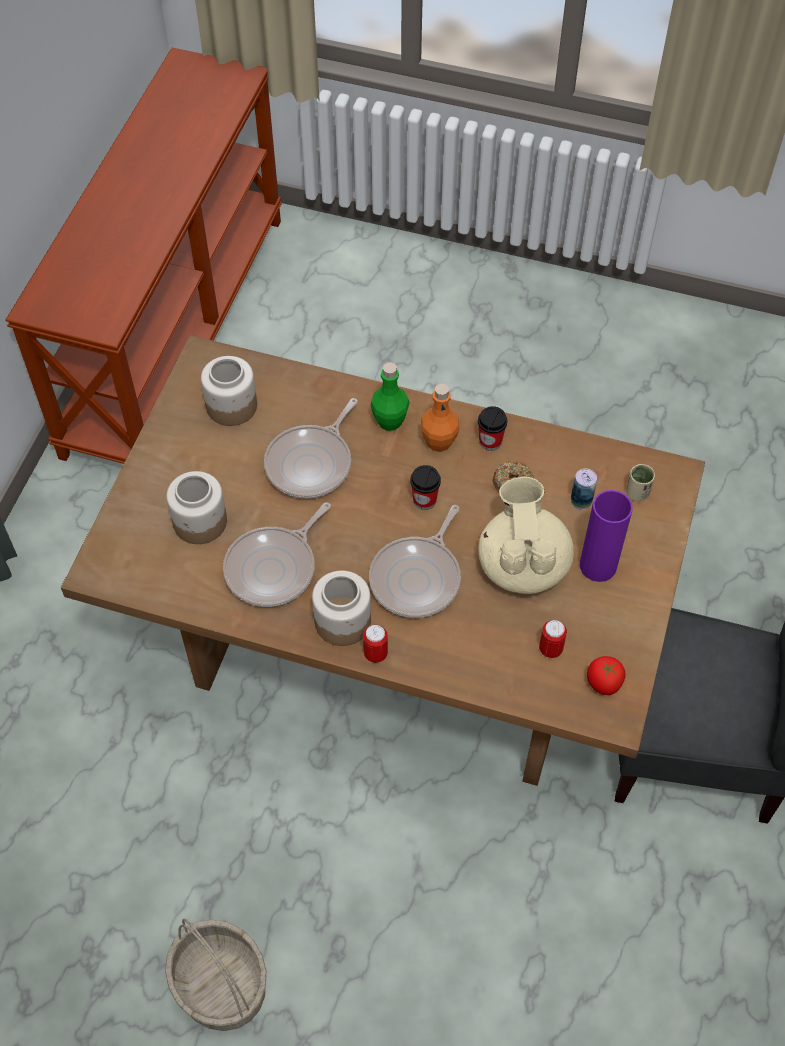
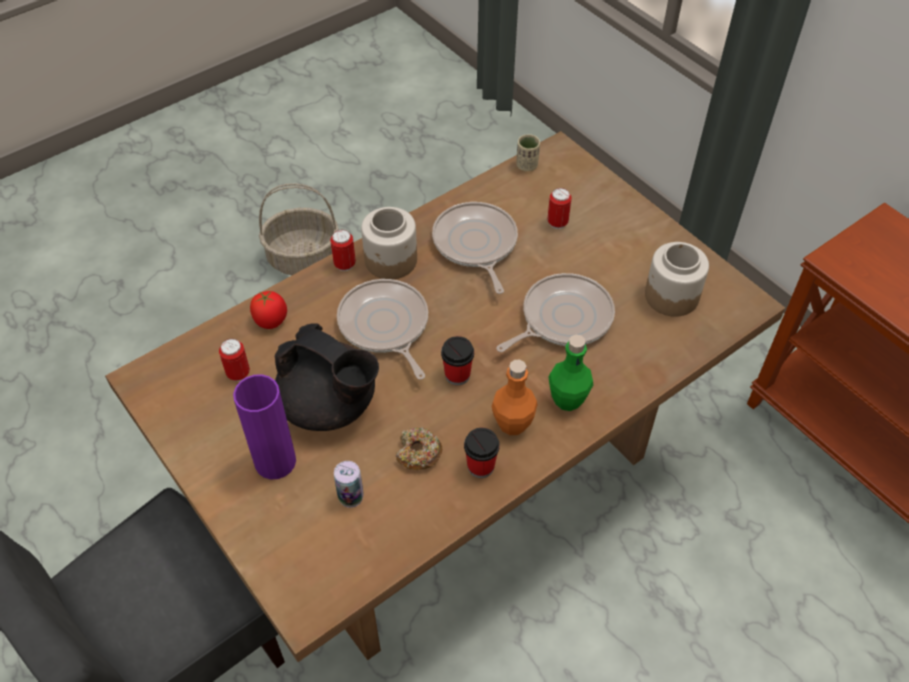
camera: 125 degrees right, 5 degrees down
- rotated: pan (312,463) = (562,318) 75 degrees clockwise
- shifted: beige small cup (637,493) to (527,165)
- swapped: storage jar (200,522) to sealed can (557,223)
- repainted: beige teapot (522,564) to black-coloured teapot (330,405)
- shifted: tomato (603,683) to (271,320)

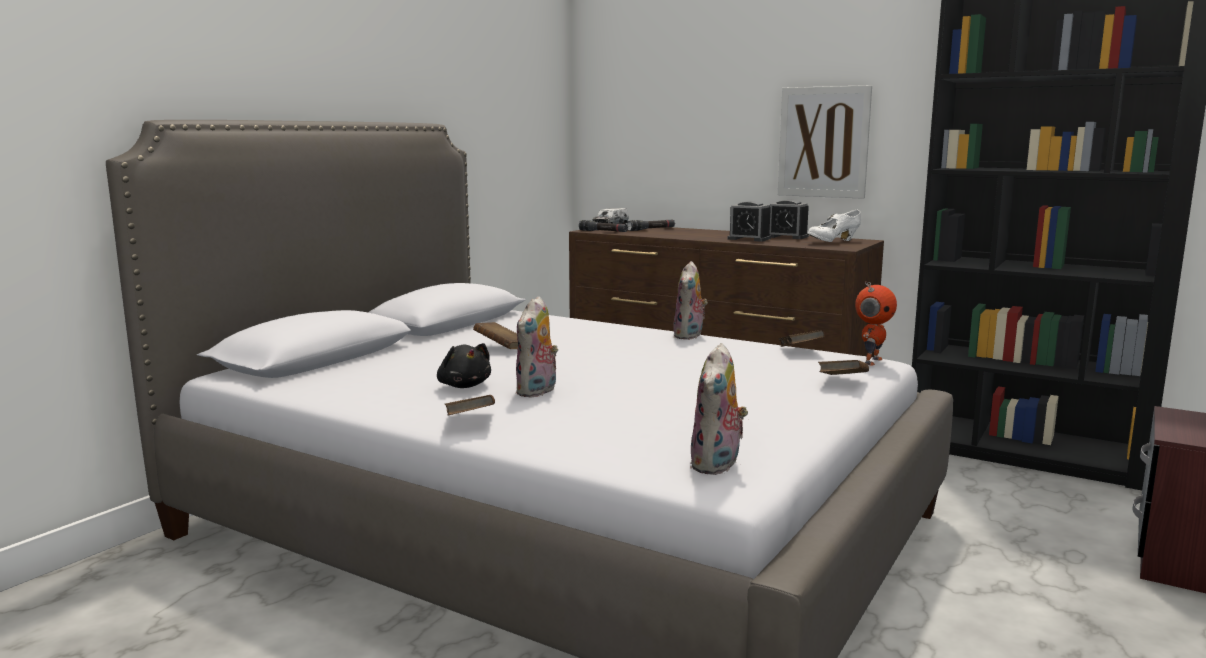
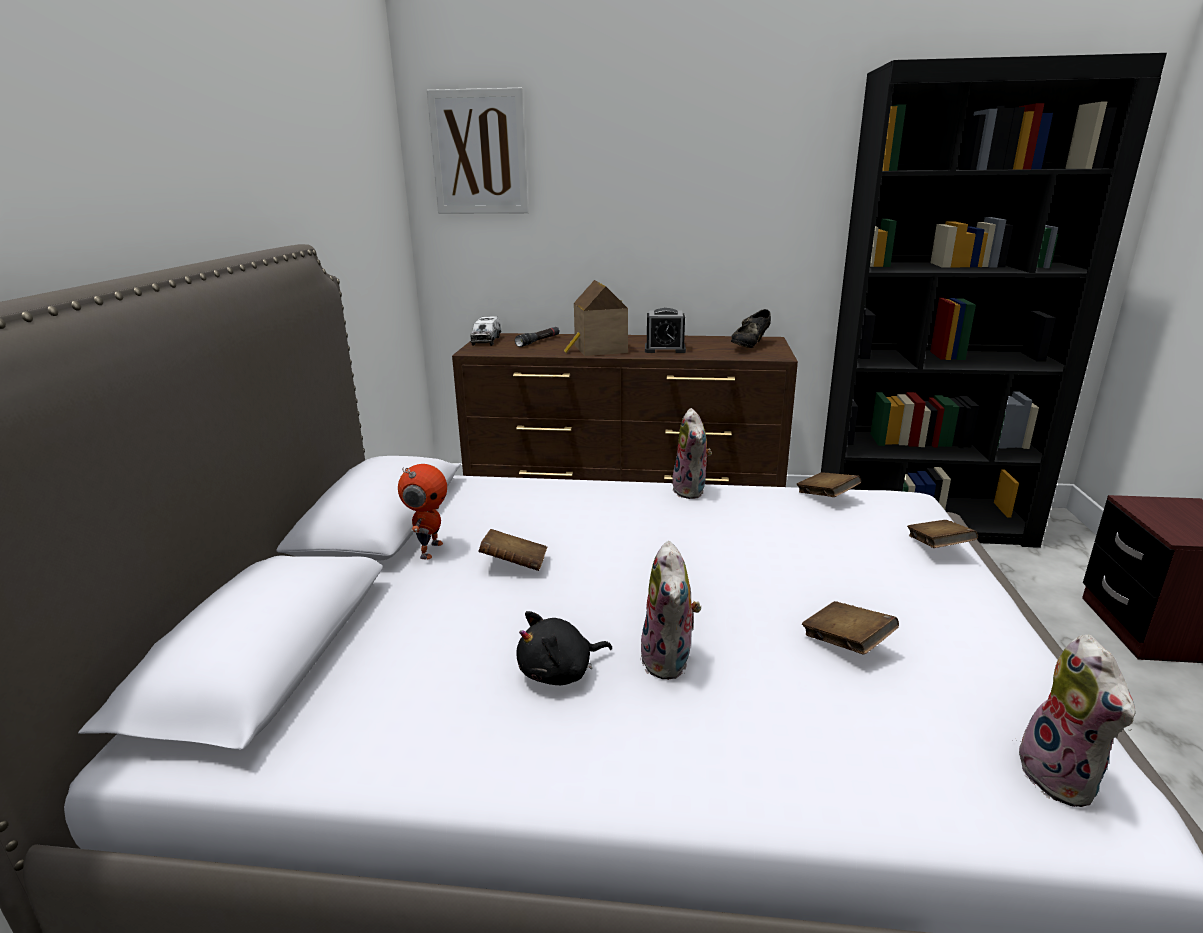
camera: 25 degrees left, 10 degrees up
- shifted: wall art (823,142) to (479,153)
- gone: alarm clock (787,236)
- repainted: white shoe (833,242) to black-coloured shoe (749,346)
- gone: black-coloured torch (603,231)
- shifted: toy robot (871,361) to (429,550)
- rotated: black-coloured soft toy (464,386) = (560,672) 120 degrees clockwise
- shifted: brown-coloured bound book (471,421) to (846,643)
- new: toy house (598,350)

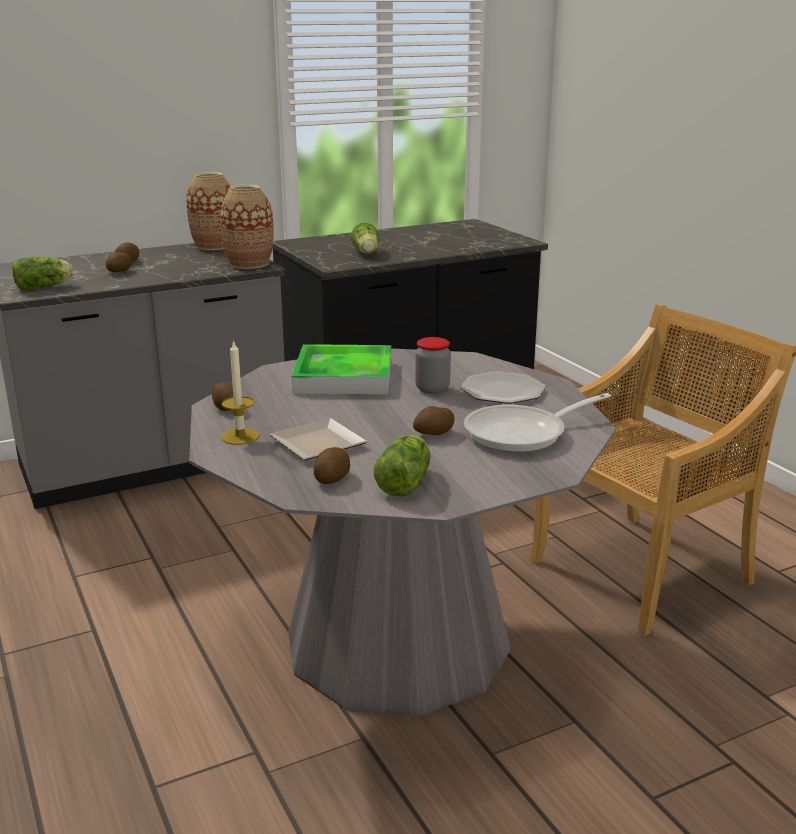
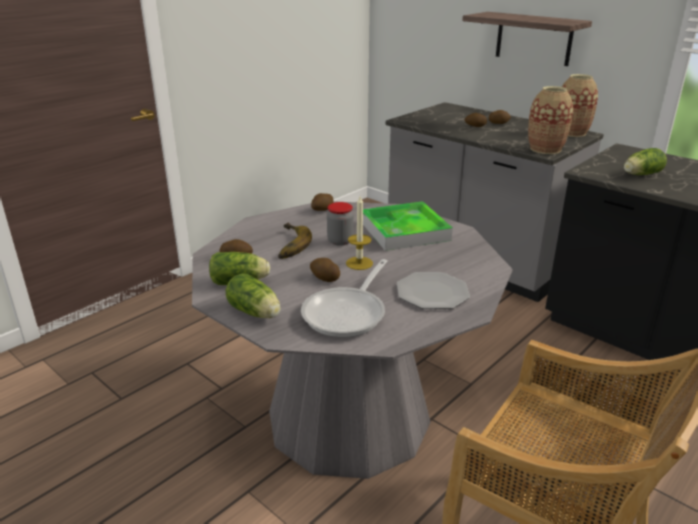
camera: 70 degrees right, 5 degrees up
- shifted: lettuce head (45,287) to (256,313)
- shifted: storage jar (432,389) to (340,241)
- shifted: wax light (240,436) to (359,263)
- rotated: pan (523,433) = (348,313) 105 degrees counterclockwise
- swapped: plate (319,442) to banana fruit (287,245)
- new: shelf (533,38)

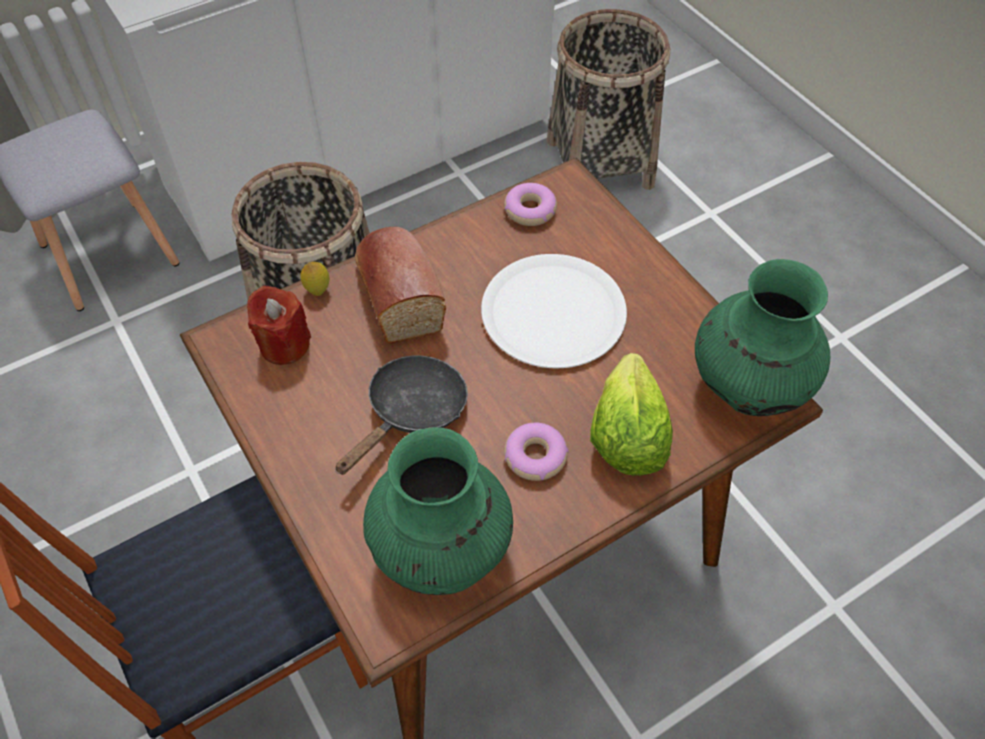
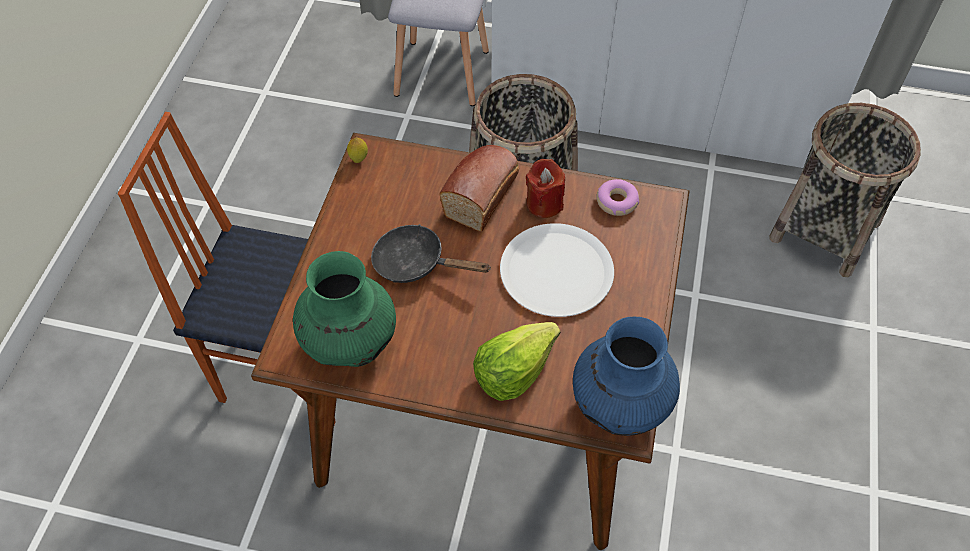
camera: 45 degrees right, 0 degrees up
- repainted: green-coloured vase (747,385) to blue-coloured vase (619,405)
- shifted: lemon (318,290) to (358,159)
- shifted: red-coloured wax light (284,345) to (544,204)
- rotated: black-coloured pan (412,412) = (416,263) 150 degrees counterclockwise
- gone: doughnut (535,456)

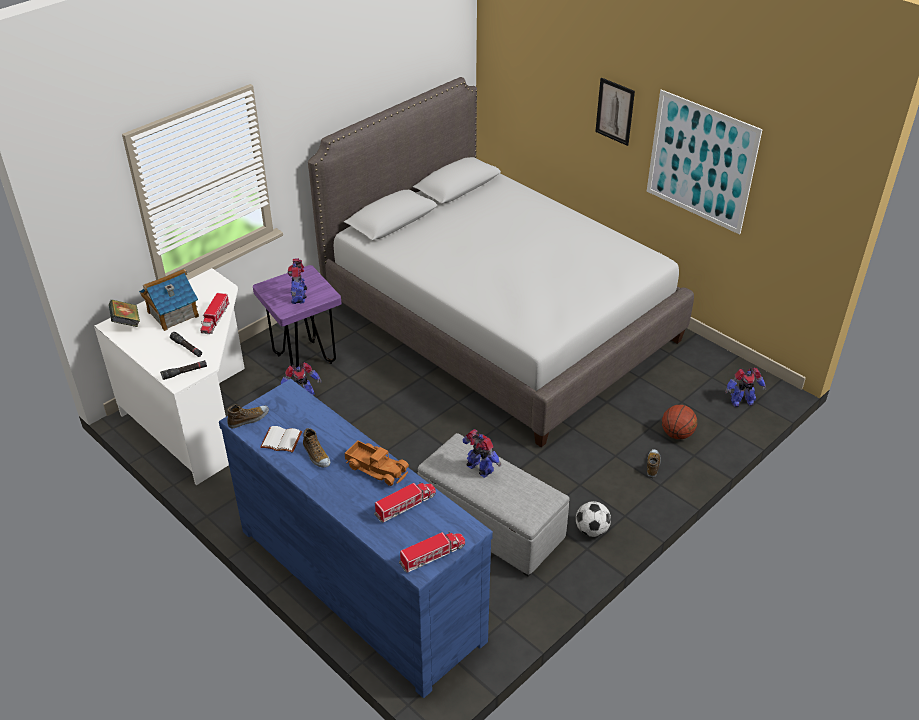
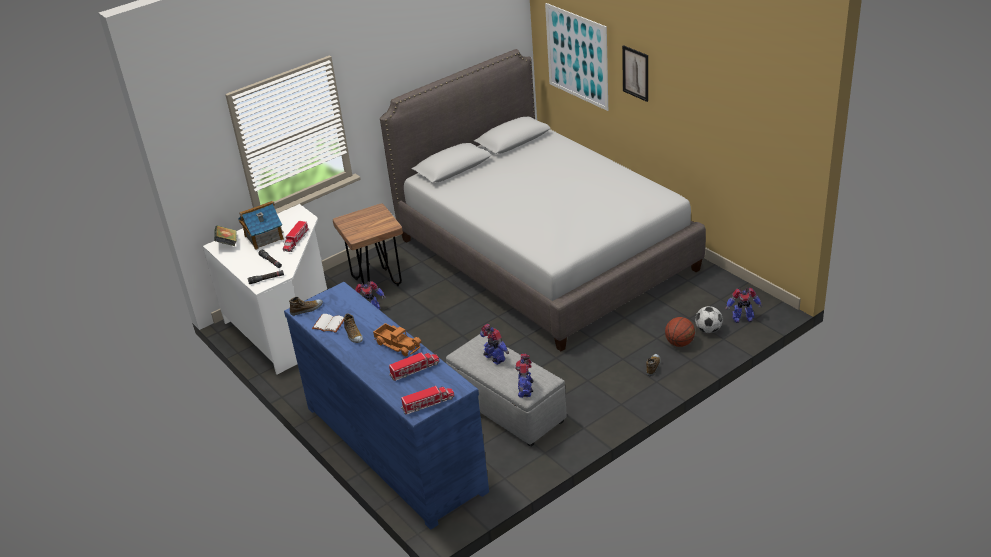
camera: 10 degrees right, 5 degrees down
- shifted: wall art (701,162) to (577,56)
- shifted: toy robot (299,297) to (525,390)
- repainted: purple-coloured sitting stool (305,359) to brown-coloured sitting stool (377,282)
- shifted: football (591,530) to (708,330)

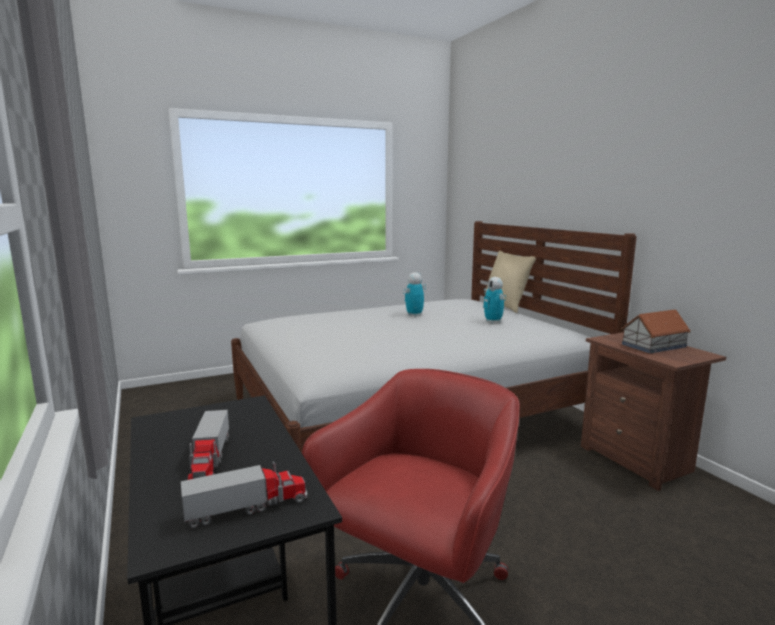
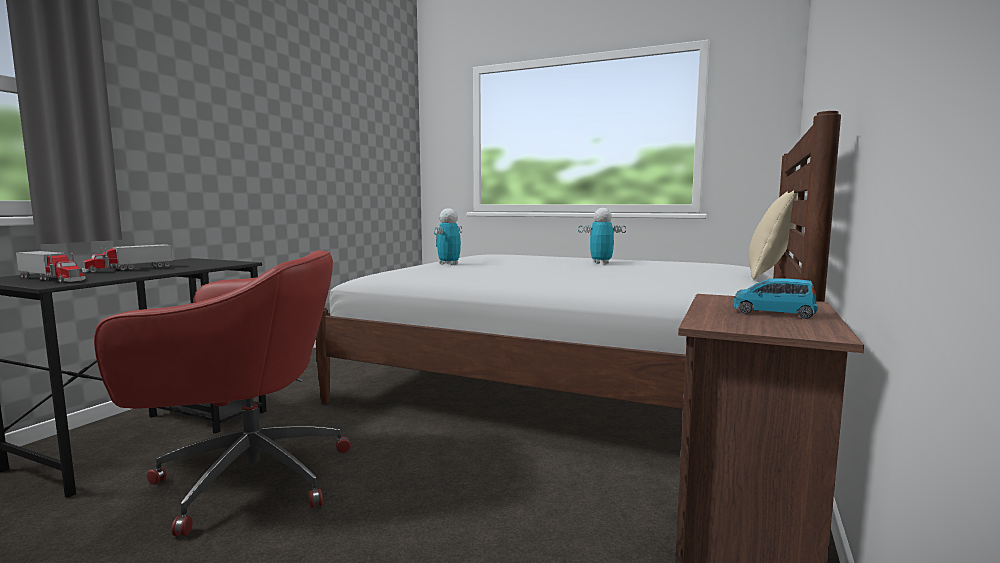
camera: 50 degrees right, 5 degrees down
- shifted: toy robot (493,322) to (449,264)
- swapped: toy house (654,345) to blue-coloured toy car (773,313)

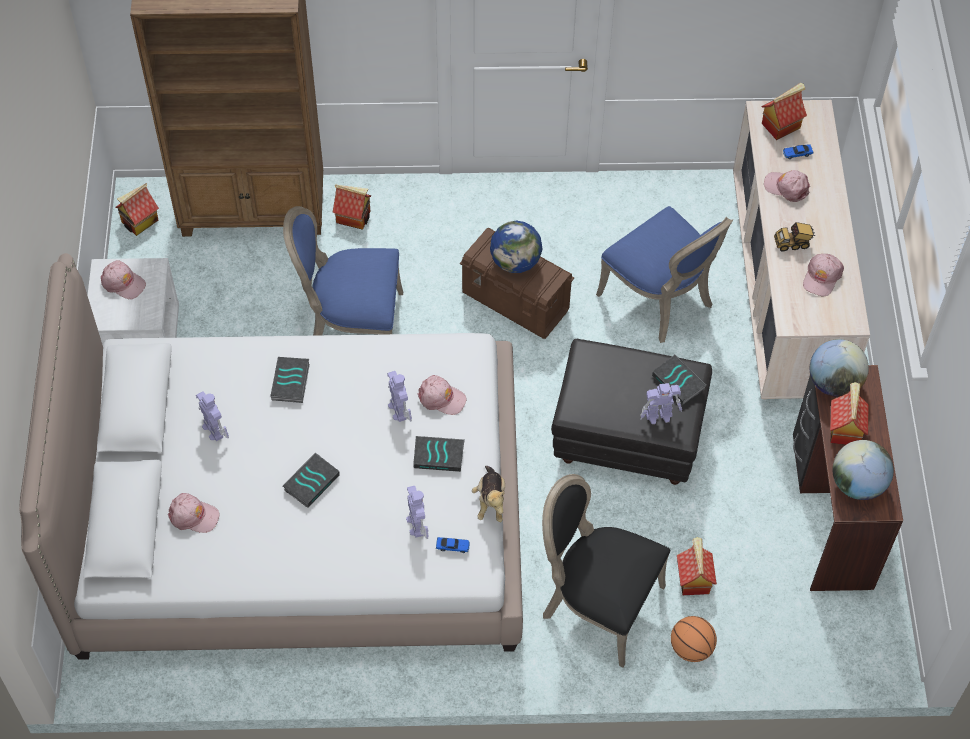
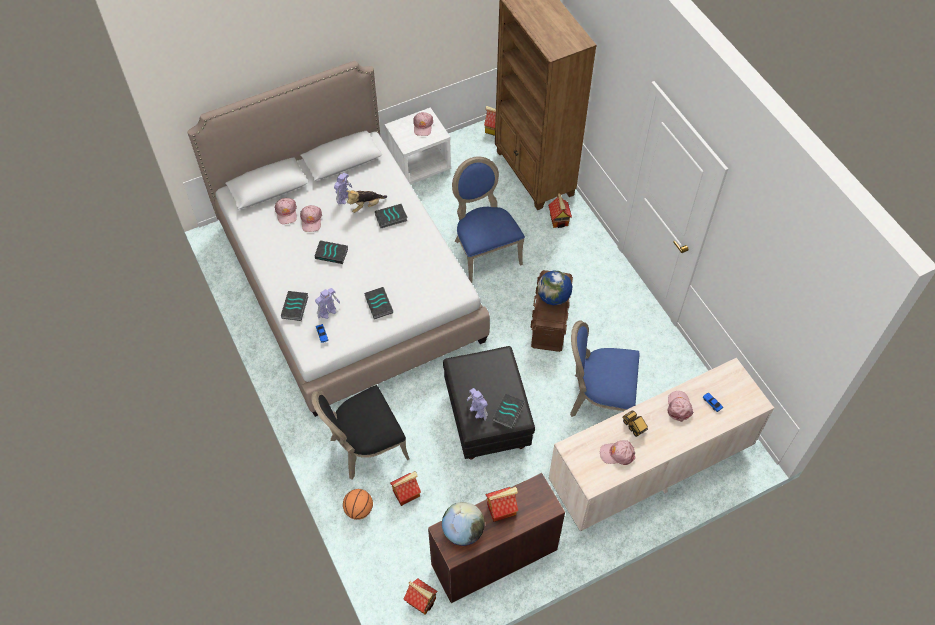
camera: 65 degrees right, 0 degrees up
- shifted: toy house (781,125) to (422,600)
- rotated: blue-coloured plain chair (660,300) = (599,398) 75 degrees clockwise
- gone: globe (834,383)
- gone: toy robot (399,409)
- shifted: pink baseball cap (441,398) to (311,220)
- shifted: soft toy (490,501) to (366,206)
- rotated: black-coloured plain chair (597,604) = (365,447) 120 degrees counterclockwise
- new: bound book (295,308)

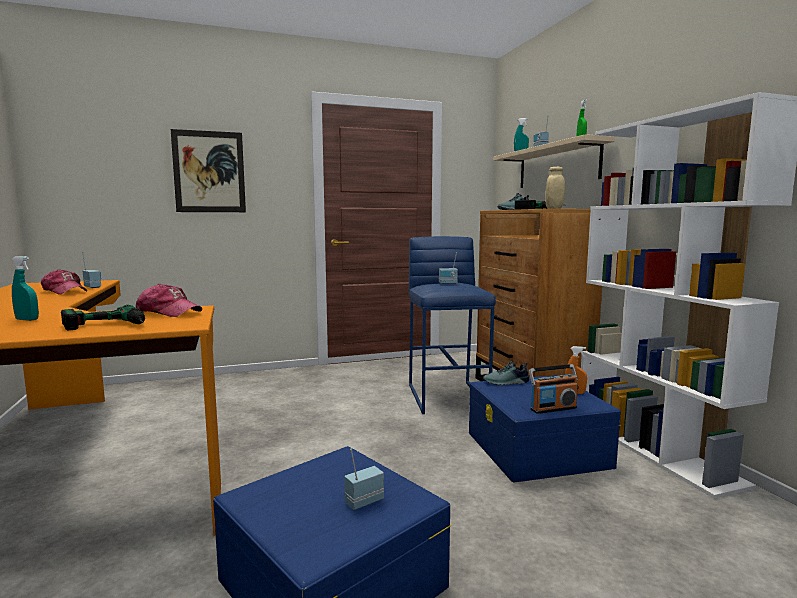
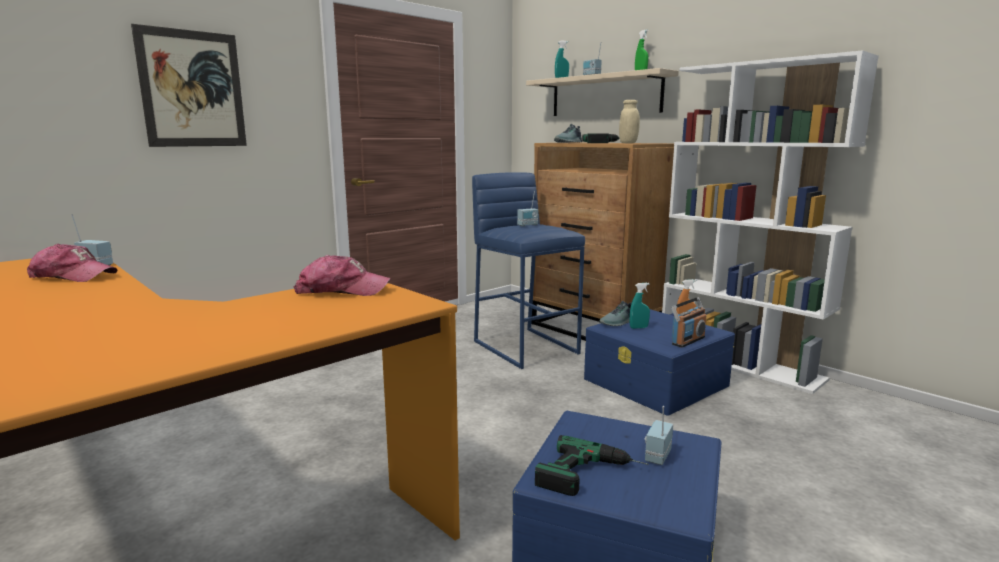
camera: 25 degrees left, 5 degrees up
- shifted: turquoise hand sprayer (27,319) to (638,327)
- shifted: drill (107,326) to (592,476)

